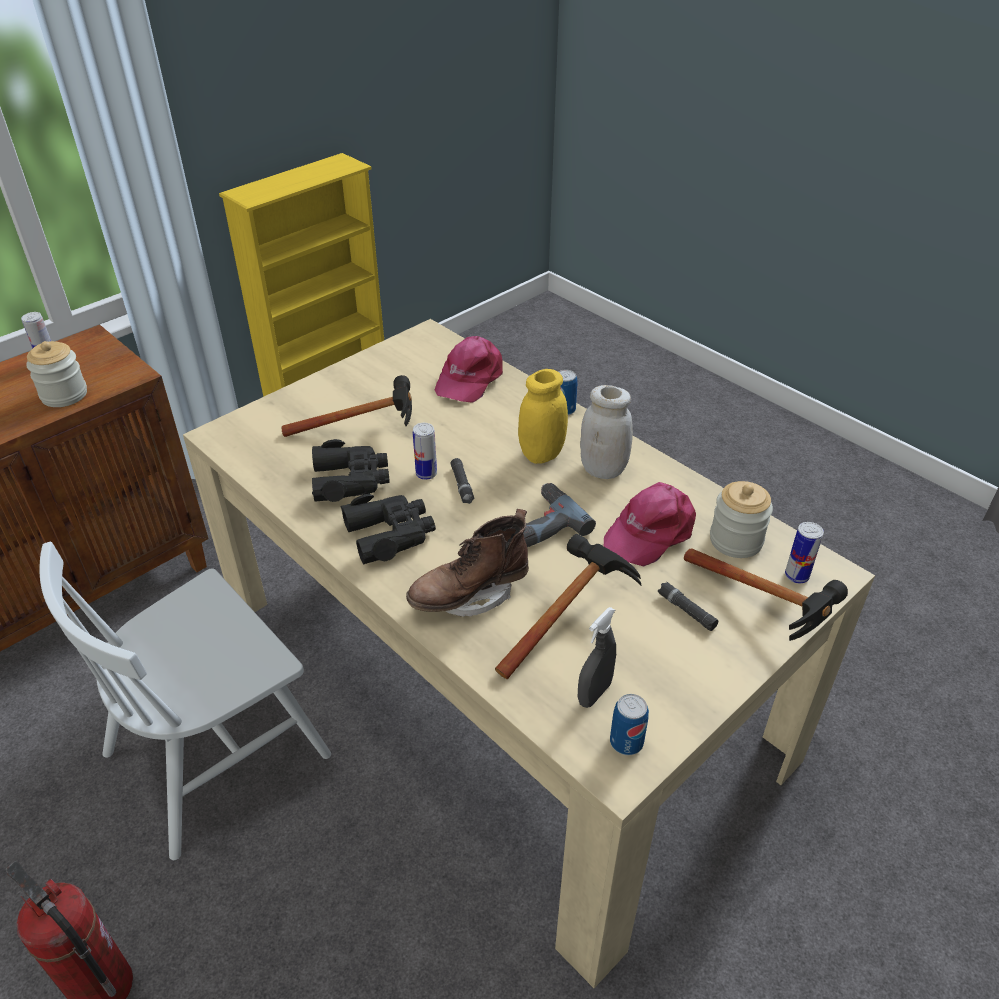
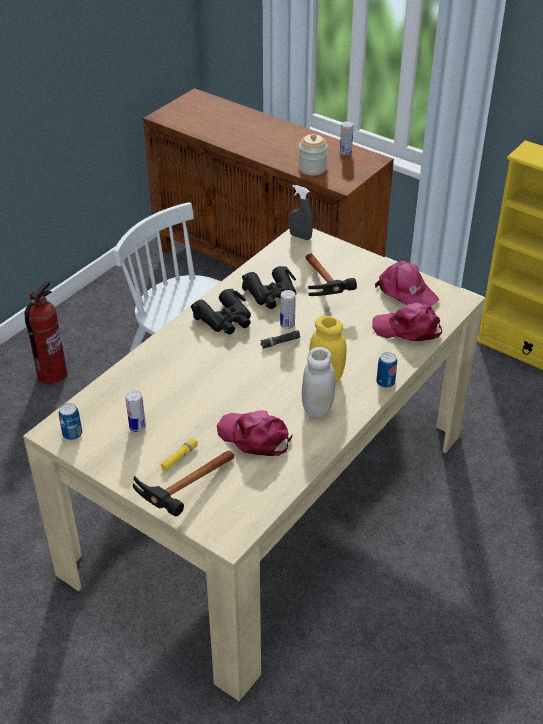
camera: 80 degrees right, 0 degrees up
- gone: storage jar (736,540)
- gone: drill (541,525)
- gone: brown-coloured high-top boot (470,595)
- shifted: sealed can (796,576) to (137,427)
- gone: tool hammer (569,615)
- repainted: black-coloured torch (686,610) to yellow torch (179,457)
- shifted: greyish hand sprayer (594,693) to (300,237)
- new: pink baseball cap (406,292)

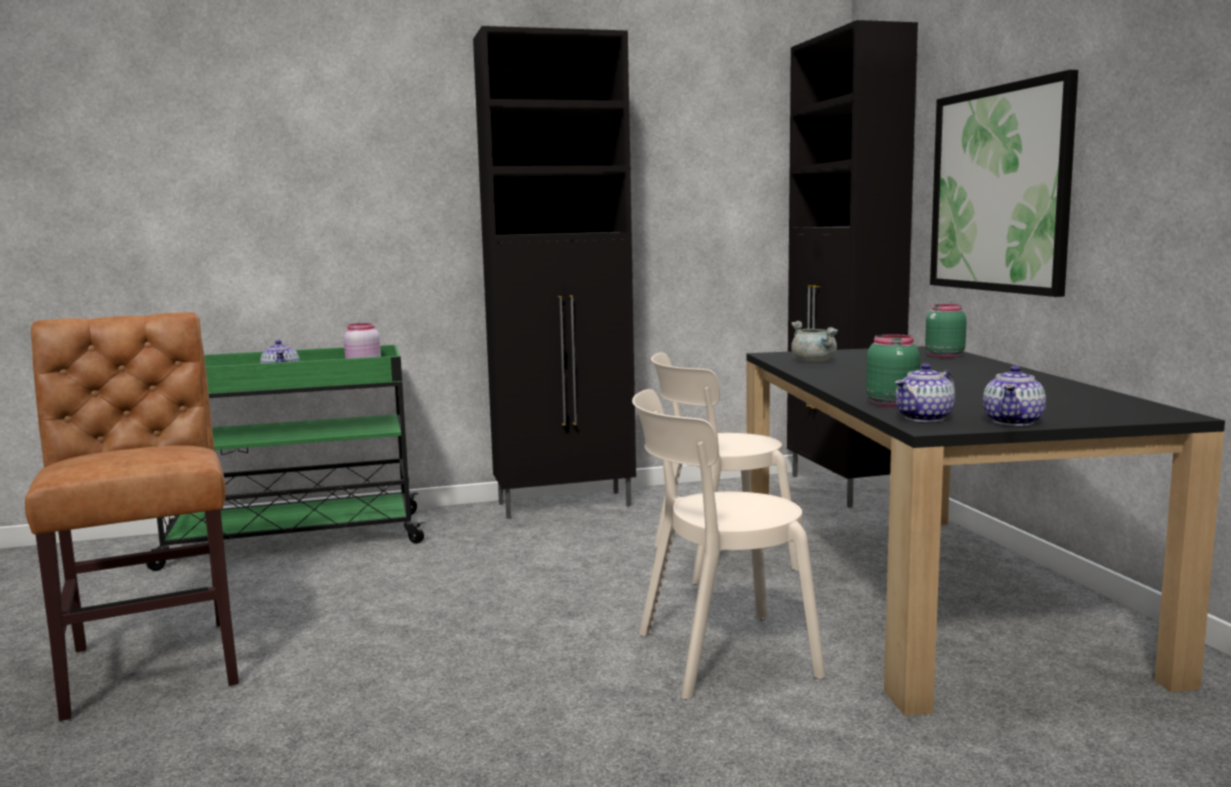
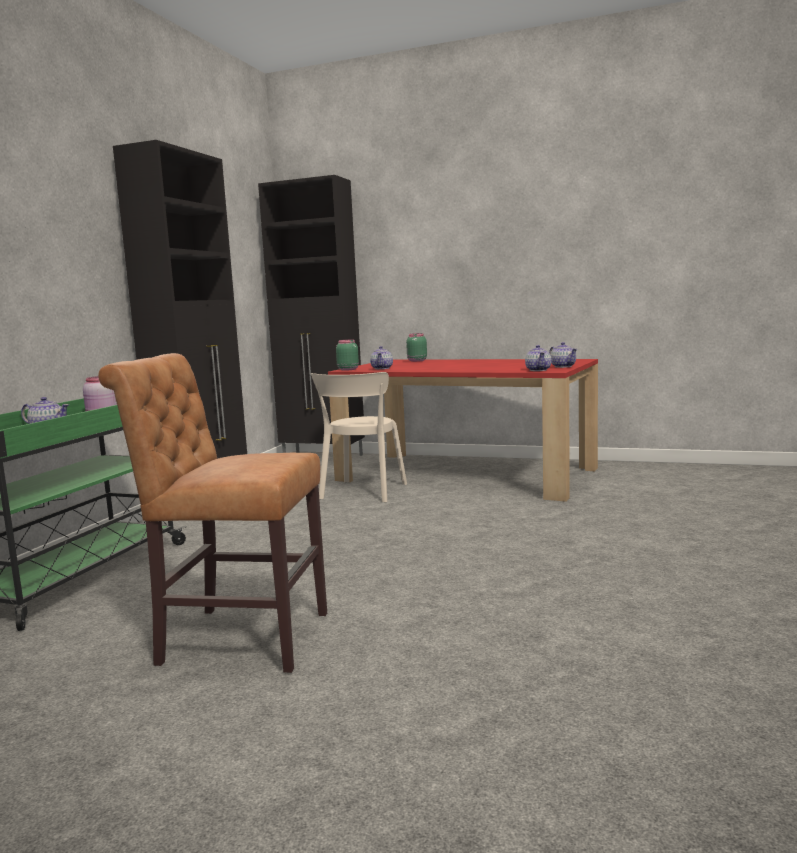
camera: 55 degrees left, 0 degrees up
- gone: wall art (999,189)
- swapped: greyish saucepot (815,361) to teapot (382,368)
- shifted: green-coloured storage jar (892,404) to (347,369)
- repainted: black-coloured dining table (924,591) to red-coloured dining table (466,474)
- gone: beige plain chair (717,656)

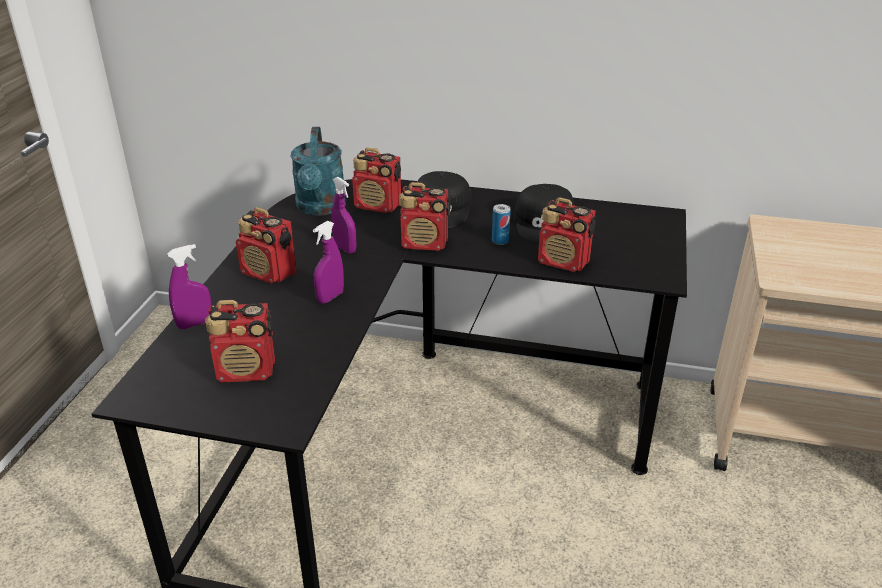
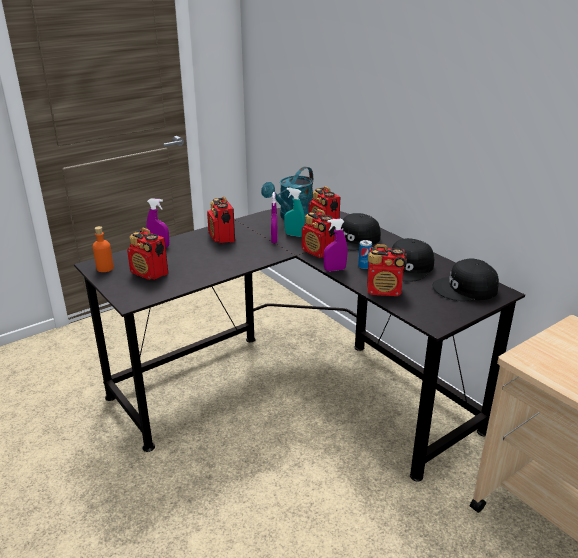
camera: 40 degrees right, 5 degrees down
- rotated: radio receiver (564,262) = (384,291) 60 degrees counterclockwise
- shifted: purple-coloured hand sprayer (330,297) to (334,269)
- new: turquoise hand sprayer (294,235)
- new: orange-coloured beverage bottle (105,268)
- new: black-coloured baseball cap (465,289)

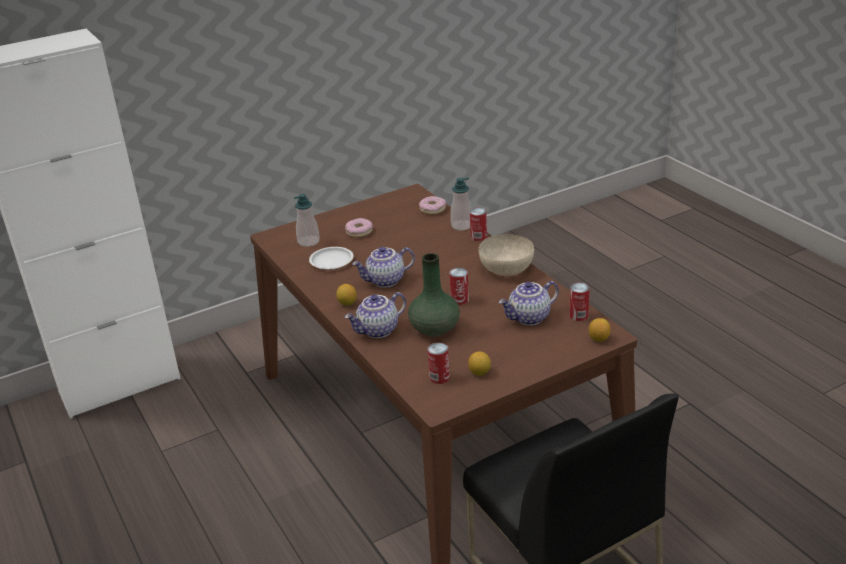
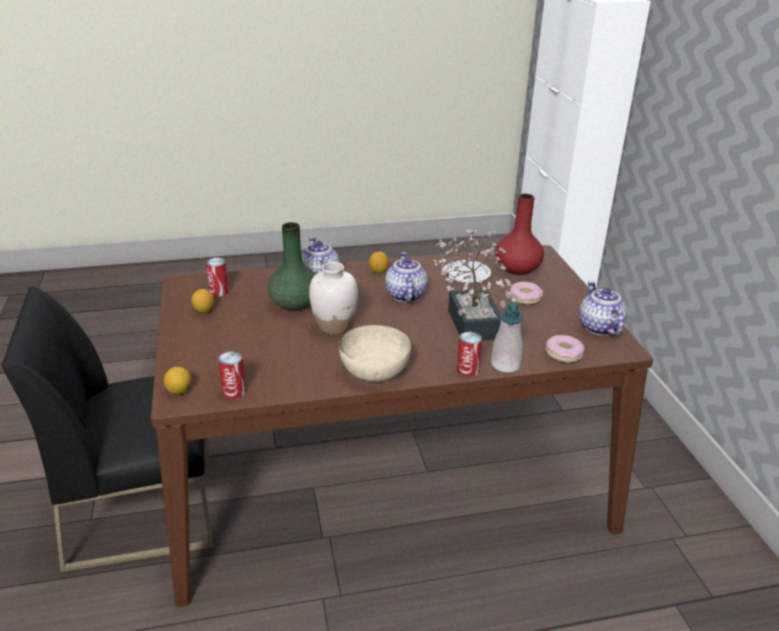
camera: 105 degrees right, 0 degrees up
- swapped: soap bottle (308,242) to red-coloured vase (517,269)
- swapped: sealed can (459,299) to white vase (334,327)
- shifted: teapot (529,318) to (598,327)
- new: potted plant (472,319)

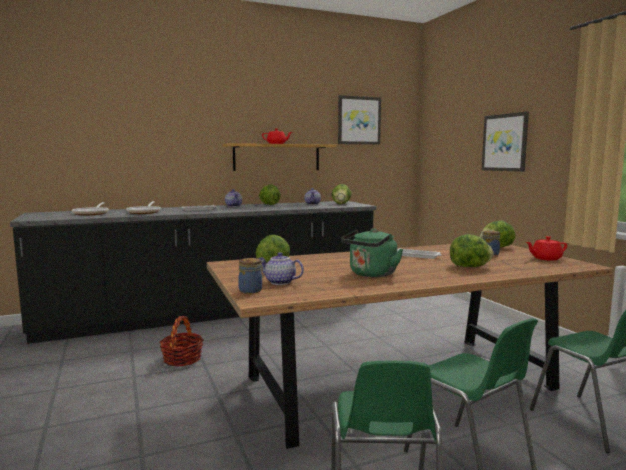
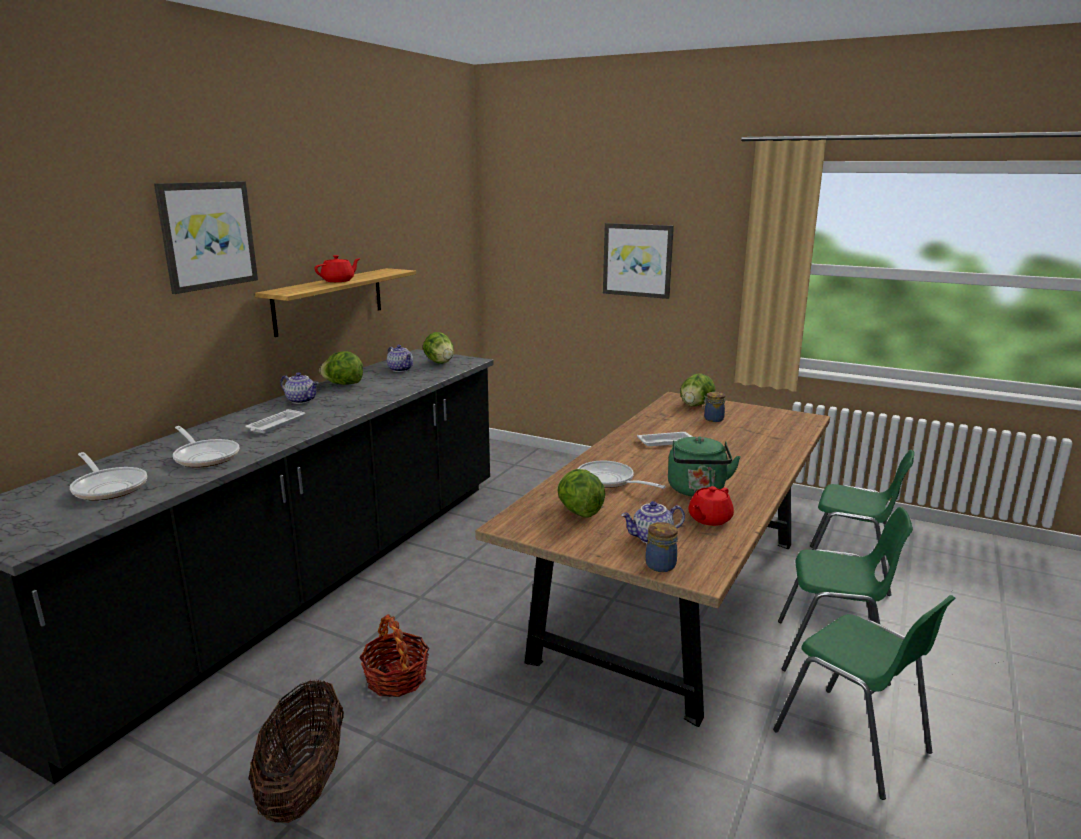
camera: 40 degrees left, 10 degrees up
- shifted: wall art (359,120) to (207,235)
- gone: lettuce head (470,267)
- shifted: red-coloured teapot (545,258) to (709,519)
- new: pan (609,481)
- new: household basket (304,784)

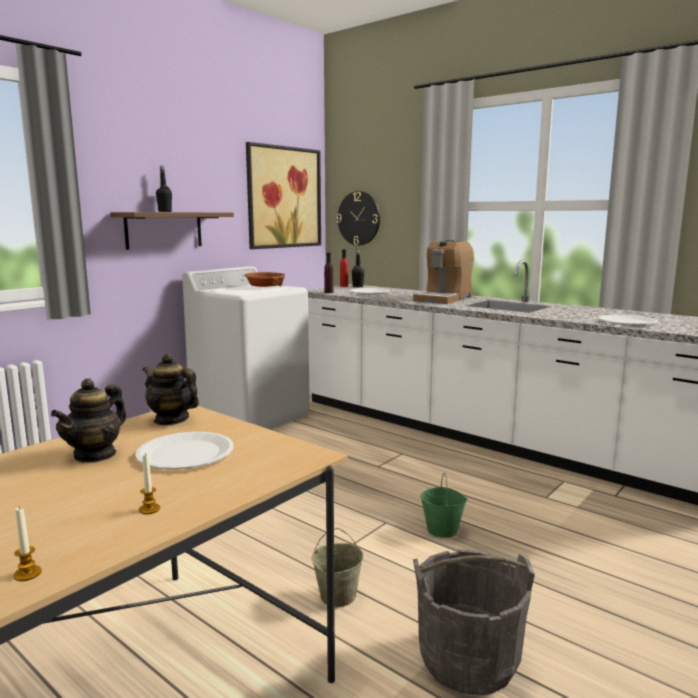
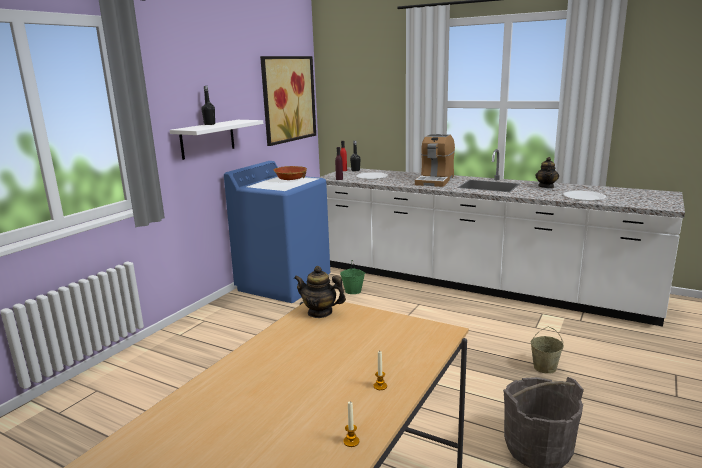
camera: 10 degrees left, 5 degrees up
- gone: clock on the wall (359,218)
- repainted: brown-coloured shelf (164,230) to white shelf (207,139)
- repainted: white laundry appliance (251,416) to blue-coloured laundry appliance (284,284)
- shifted: teapot (95,455) to (546,186)
- gone: white plate (185,453)
- shifted: green-coloured pail (443,530) to (353,291)
- shifted: beige pail (338,595) to (544,367)

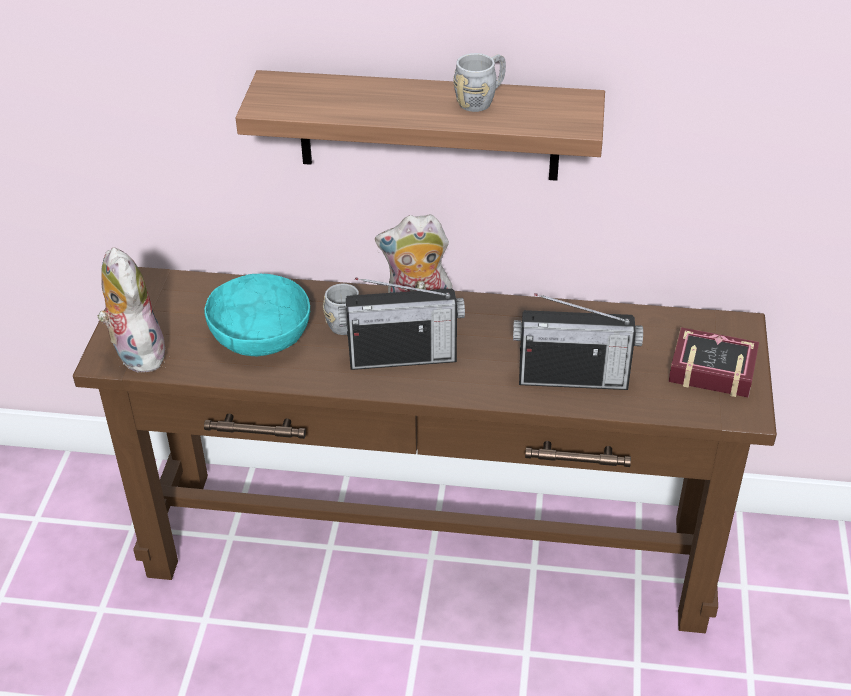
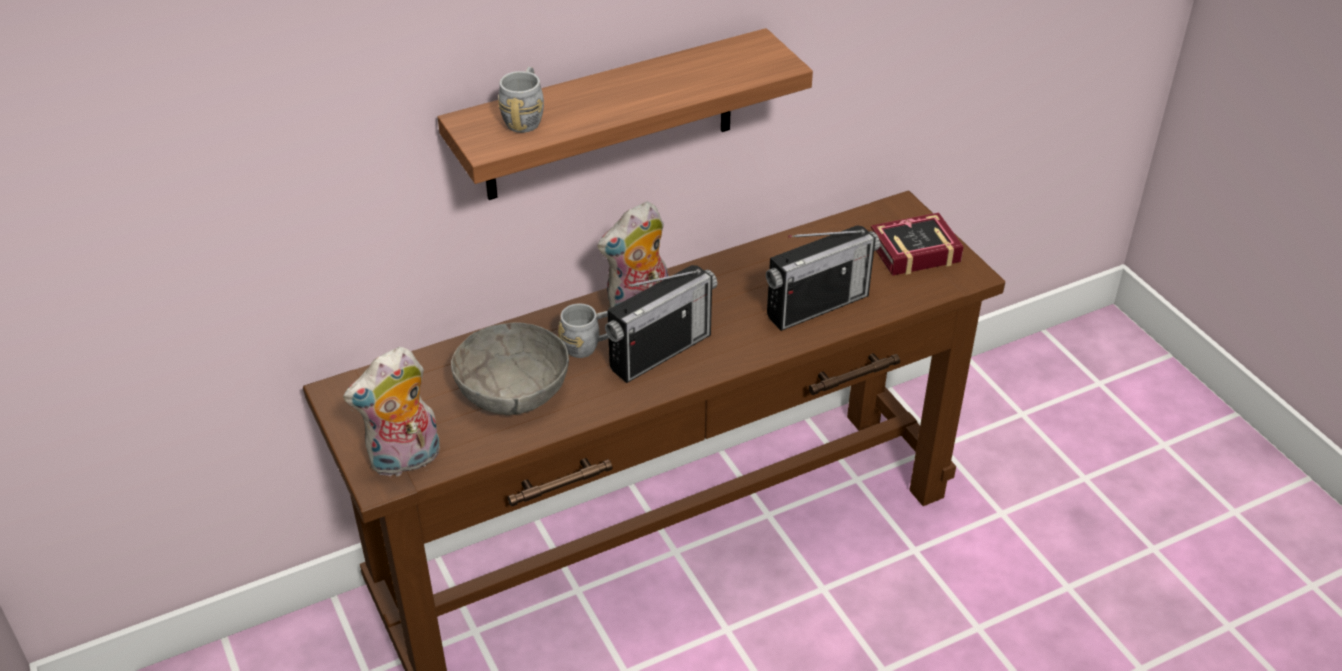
camera: 35 degrees left, 0 degrees up
- shifted: greyish tea mug (481,99) to (525,117)
- rotated: soft toy (135,353) = (405,461) 60 degrees counterclockwise
- repainted: turquoise serving bowl (260,336) to greyish serving bowl (512,392)

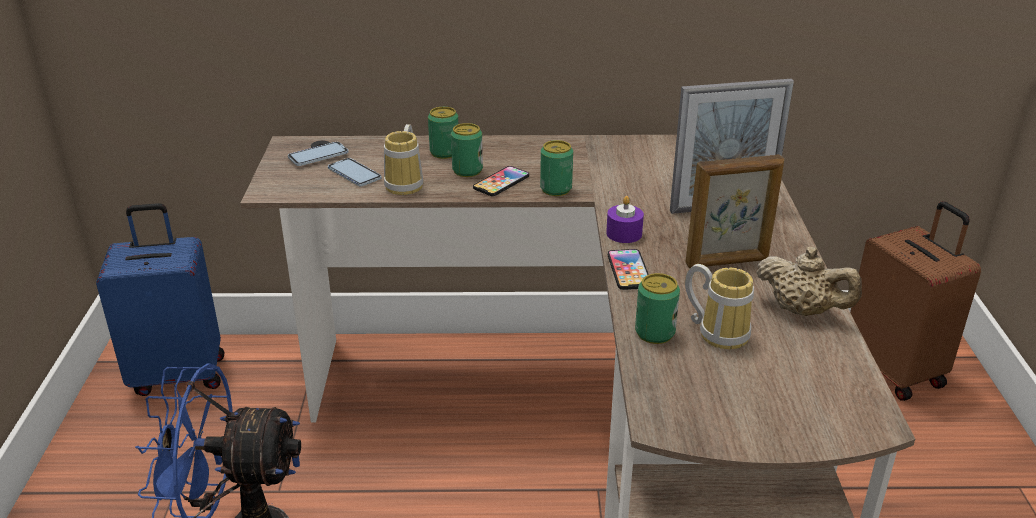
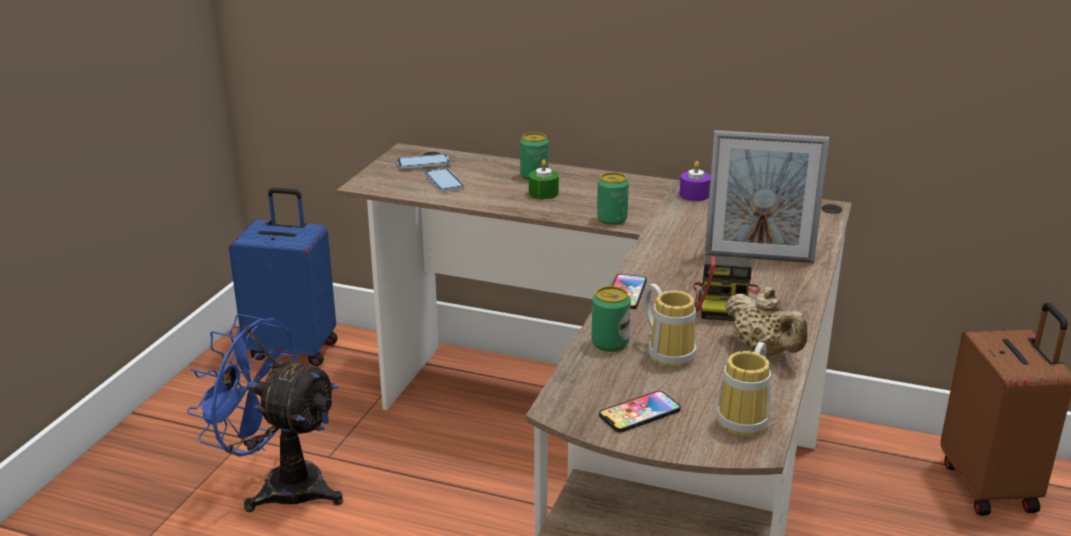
camera: 20 degrees right, 5 degrees down
- swapped: sealed can (467,170) to green-coloured wax light (543,193)
- shifted: tea mug (407,184) to (747,420)
- swapped: standing frame (727,262) to still camera (725,302)
- shifted: phone (501,182) to (639,413)
- shifted: purple-coloured wax light (624,233) to (694,195)

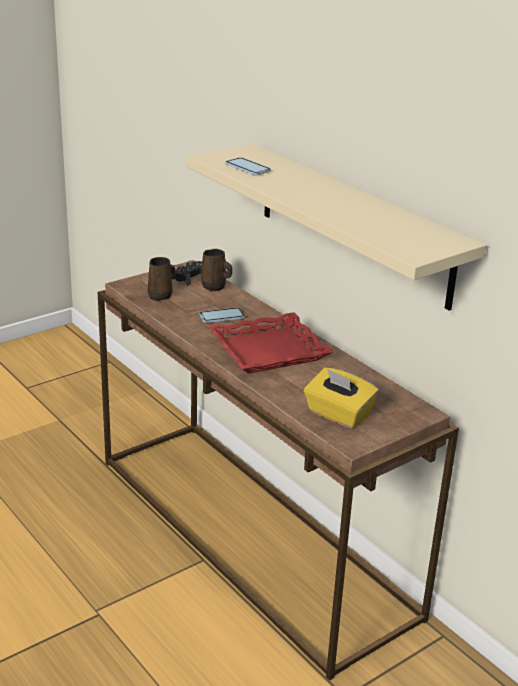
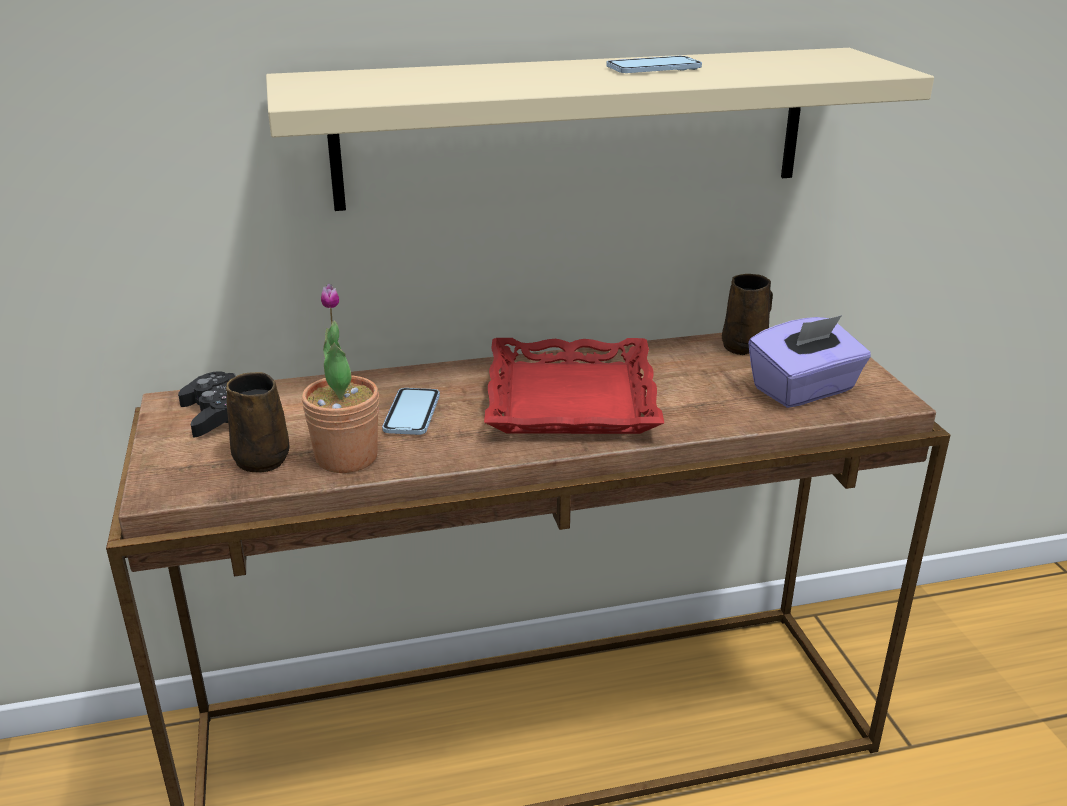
camera: 65 degrees left, 0 degrees up
- shifted: phone (247,168) to (653,68)
- shifted: brown-coloured tea mug (215,287) to (745,346)
- repainted: yellow tissue box (338,414) to purple-coloured tissue box (804,390)
- new: potted plant (346,457)

